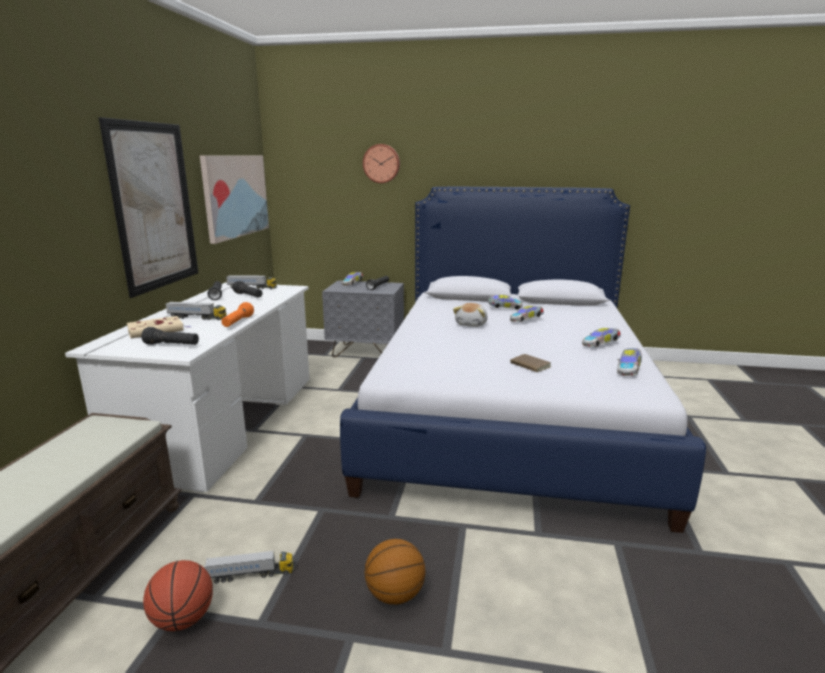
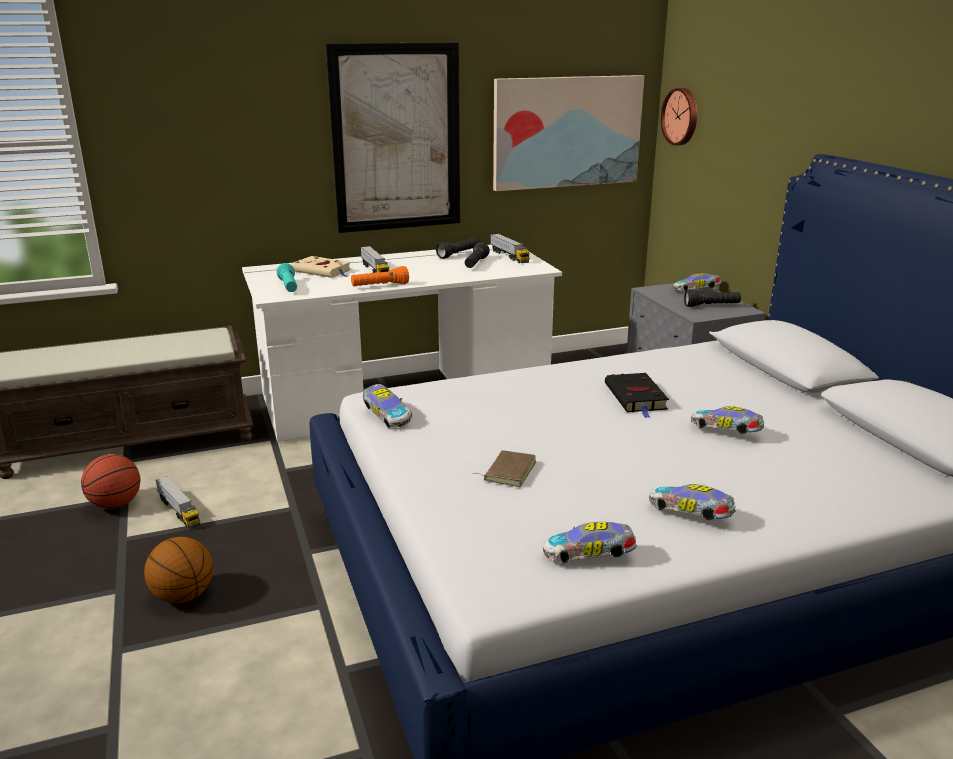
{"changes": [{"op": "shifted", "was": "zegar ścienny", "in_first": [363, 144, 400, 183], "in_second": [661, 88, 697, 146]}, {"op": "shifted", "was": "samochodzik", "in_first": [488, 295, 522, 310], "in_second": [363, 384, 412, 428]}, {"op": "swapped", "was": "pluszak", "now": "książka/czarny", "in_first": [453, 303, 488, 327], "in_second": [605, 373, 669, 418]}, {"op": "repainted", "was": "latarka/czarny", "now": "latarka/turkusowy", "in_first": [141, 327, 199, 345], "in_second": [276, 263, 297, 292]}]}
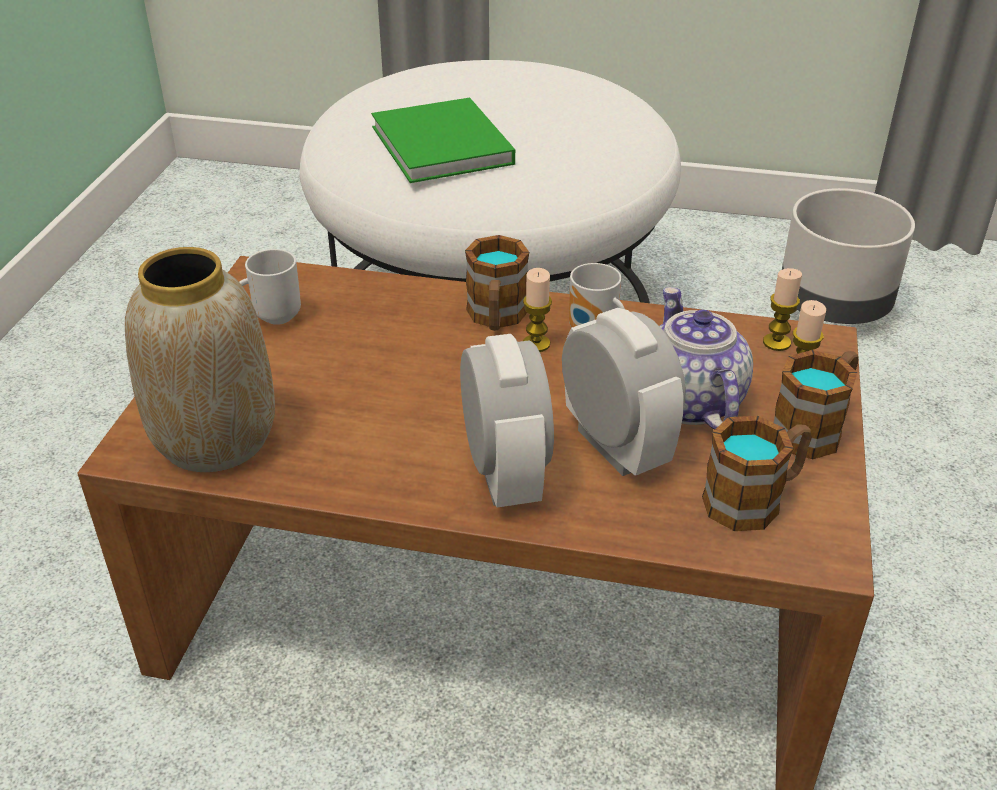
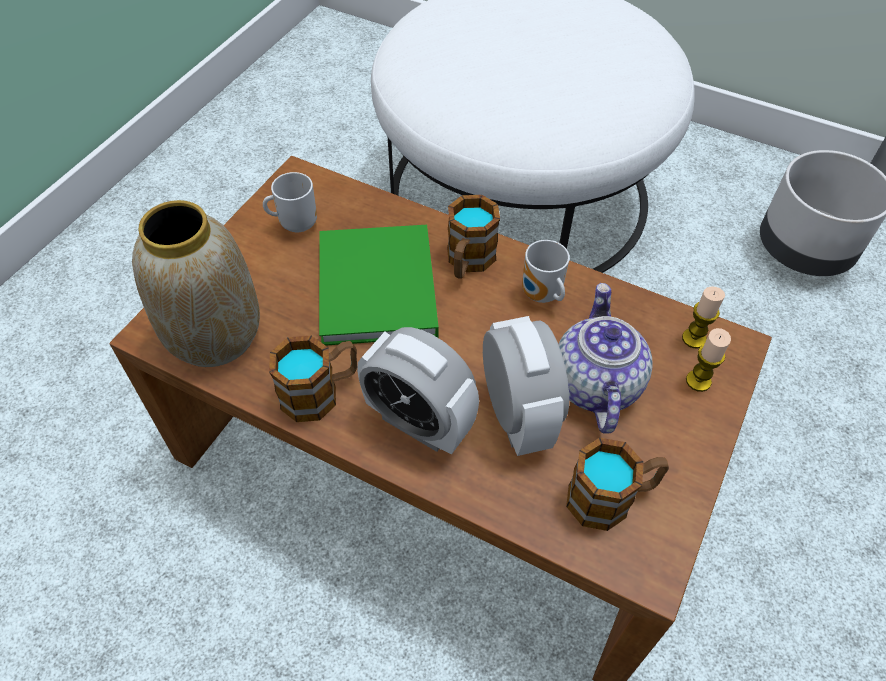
{"changes": [{"op": "shifted", "was": "książka/zielony", "in_first": [371, 98, 515, 183], "in_second": [319, 225, 439, 346]}, {"op": "gone", "was": "świeca", "in_first": [523, 268, 552, 352]}, {"op": "rotated", "was": "budzik", "in_first": [460, 334, 554, 508], "in_second": [357, 327, 479, 455], "clockwise": 120}, {"op": "shifted", "was": "kubek", "in_first": [774, 350, 858, 459], "in_second": [269, 336, 357, 422]}]}
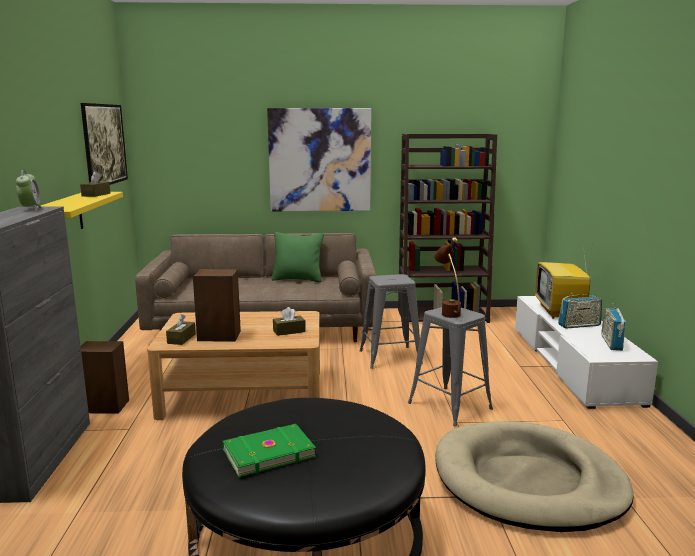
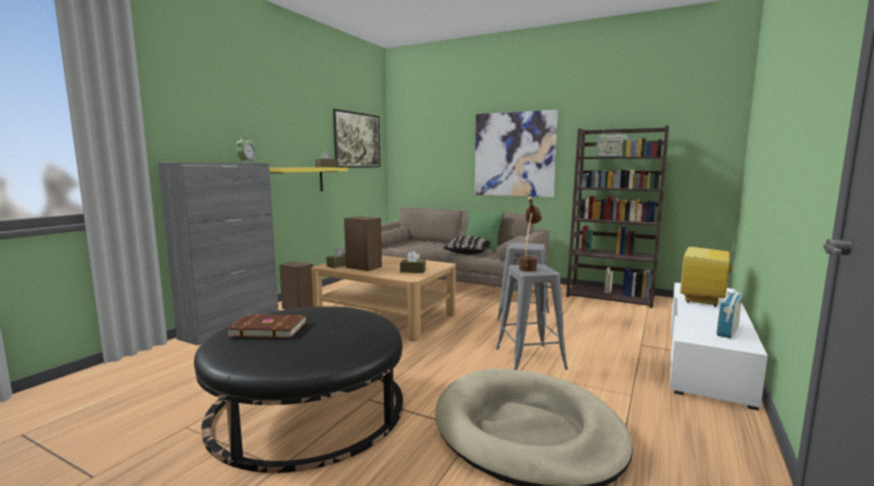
{"changes": [{"op": "shifted", "was": "radio", "in_first": [558, 293, 602, 329], "in_second": [595, 131, 630, 157]}, {"op": "repainted", "was": "książka/zielony", "now": "książka/brązowy", "in_first": [222, 424, 316, 477], "in_second": [227, 314, 307, 338]}, {"op": "new", "now": "poduszka/czarny", "in_second": [443, 236, 490, 255]}]}
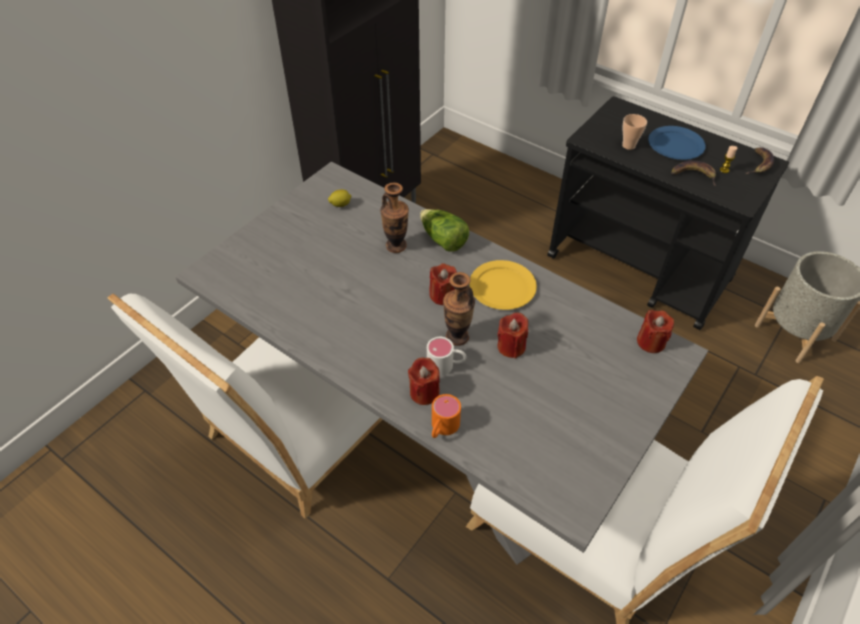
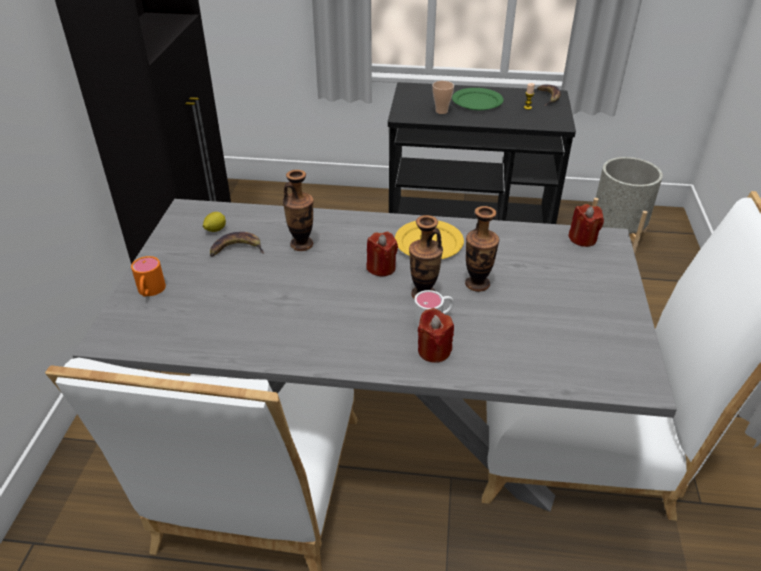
{"changes": [{"op": "repainted", "was": "talerz/niebieski", "now": "talerz/zielony", "in_first": [648, 126, 706, 160], "in_second": [452, 88, 504, 110]}, {"op": "shifted", "was": "banan", "in_first": [671, 160, 716, 186], "in_second": [210, 232, 264, 256]}, {"op": "gone", "was": "sałata", "in_first": [420, 209, 469, 252]}, {"op": "swapped", "was": "świeca/czerwony", "now": "wazon", "in_first": [498, 312, 528, 359], "in_second": [465, 206, 499, 292]}, {"op": "shifted", "was": "kubek/pomarańczowy", "in_first": [432, 394, 461, 438], "in_second": [131, 256, 166, 297]}]}
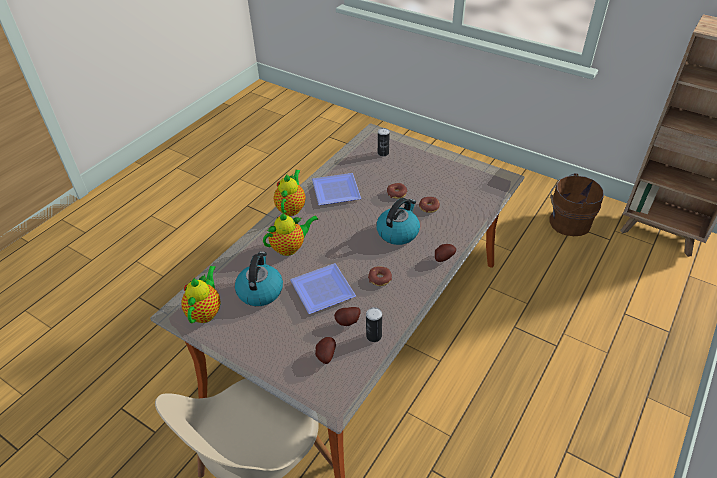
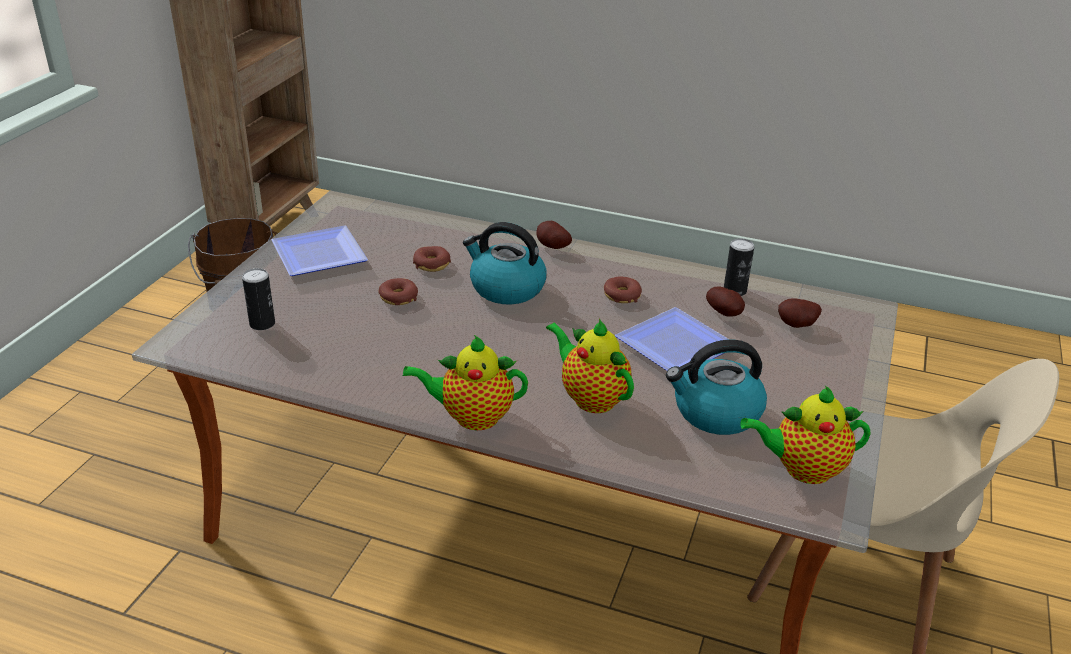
{"changes": [{"op": "shifted", "was": "talerz", "in_first": [312, 173, 361, 205], "in_second": [272, 226, 368, 276]}]}
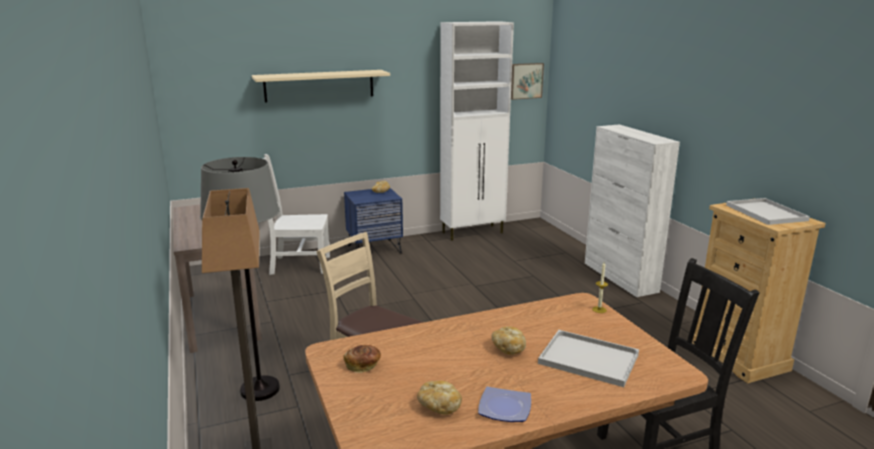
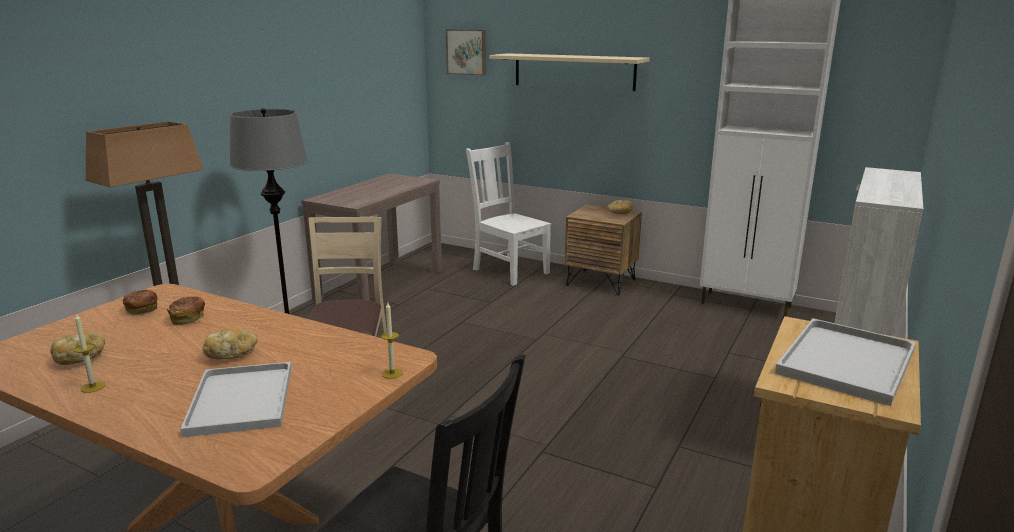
{"changes": [{"op": "shifted", "was": "obraz", "in_first": [511, 63, 544, 100], "in_second": [446, 29, 486, 75]}, {"op": "repainted", "was": "szafka nocna/niebieski", "now": "szafka nocna/brązowy", "in_first": [344, 188, 403, 254], "in_second": [565, 204, 642, 295]}, {"op": "swapped", "was": "talerz", "now": "świeca", "in_first": [478, 386, 531, 422], "in_second": [73, 314, 105, 393]}, {"op": "new", "now": "chleb", "in_second": [167, 296, 205, 325]}]}
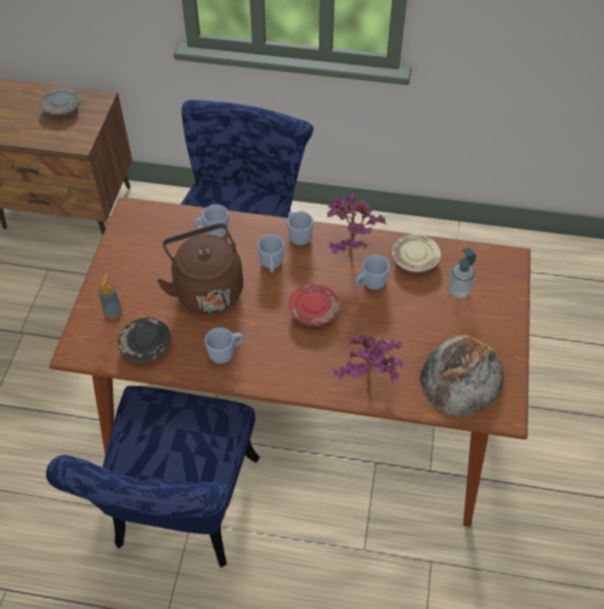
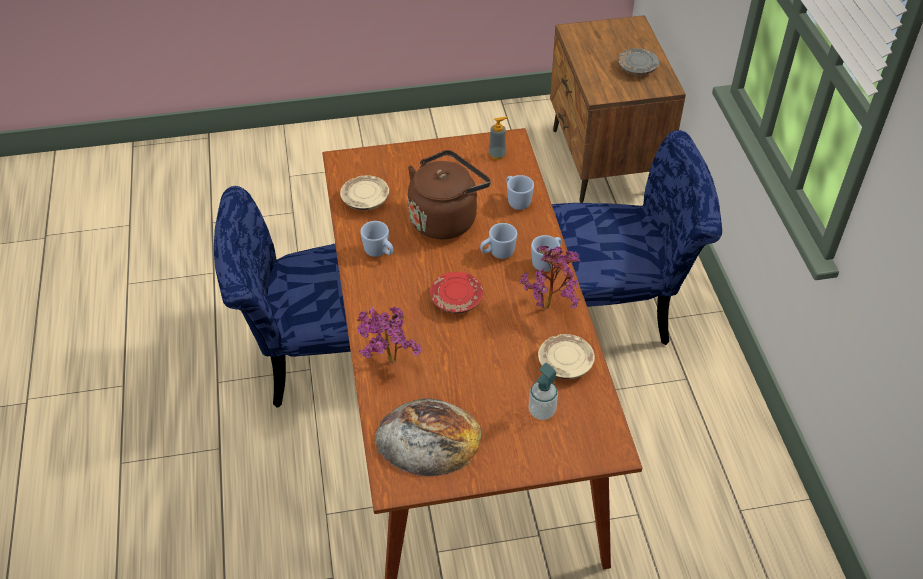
{"changes": [{"op": "gone", "was": "kubek/niebieski", "in_first": [355, 255, 390, 290]}, {"op": "shifted", "was": "dozownik mydła", "in_first": [99, 273, 122, 319], "in_second": [489, 117, 508, 160]}, {"op": "repainted", "was": "talerz/czarny", "now": "talerz/beżowy", "in_first": [118, 318, 171, 362], "in_second": [340, 175, 389, 210]}]}
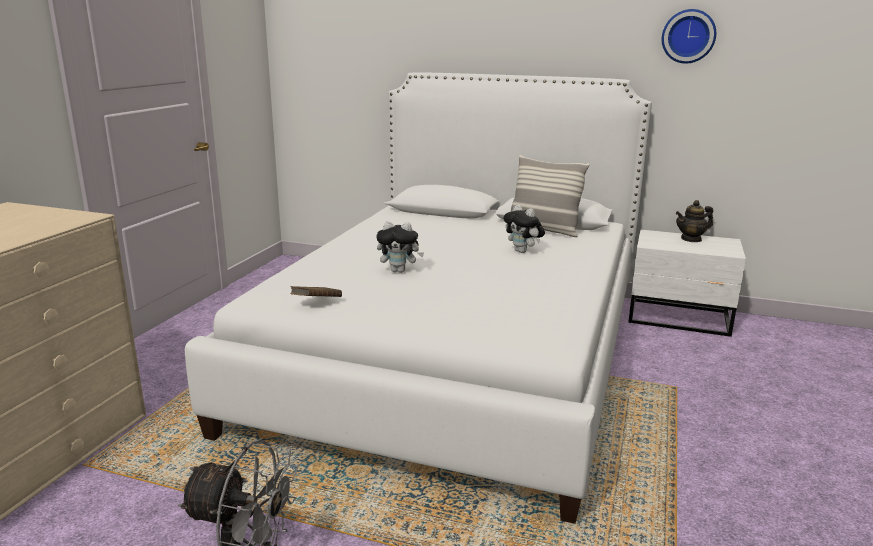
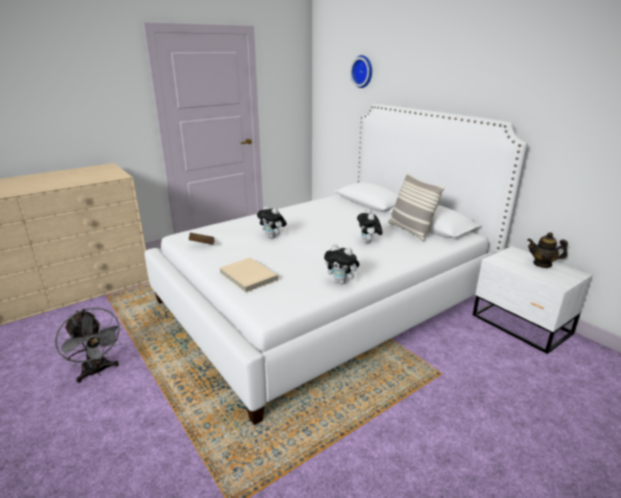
{"changes": [{"op": "shifted", "was": "zegar ścienny", "in_first": [662, 9, 716, 64], "in_second": [350, 55, 372, 88]}, {"op": "new", "now": "pluszak", "in_second": [324, 244, 360, 284]}, {"op": "new", "now": "książka/beżowy", "in_second": [220, 258, 279, 292]}]}
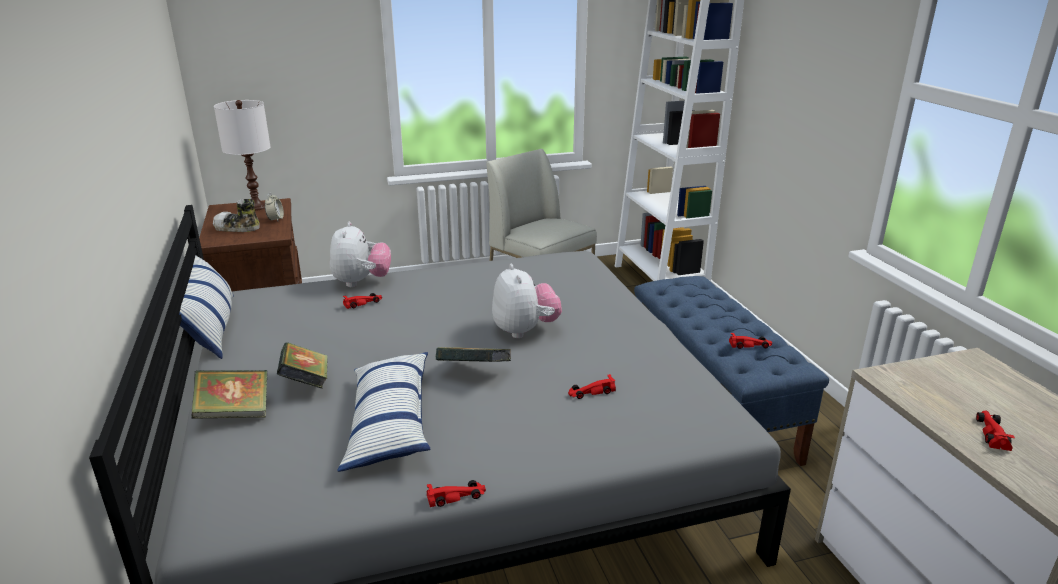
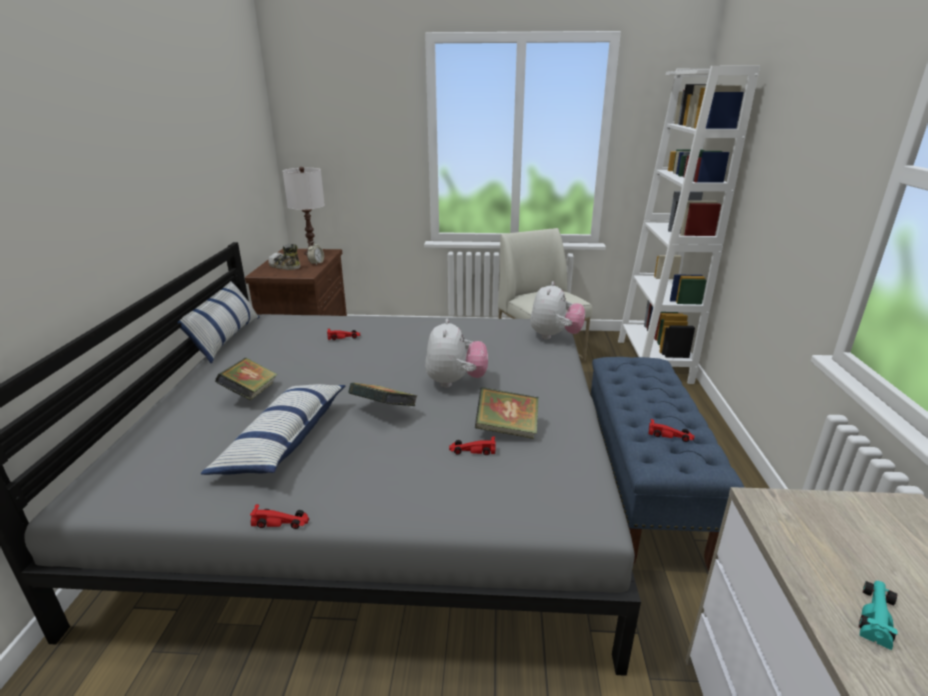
{"changes": [{"op": "shifted", "was": "pluszak", "in_first": [330, 221, 391, 287], "in_second": [530, 281, 585, 340]}, {"op": "shifted", "was": "książka", "in_first": [192, 370, 267, 419], "in_second": [475, 387, 539, 439]}, {"op": "repainted", "was": "samochodzik/czerwony", "now": "samochodzik/turkusowy", "in_first": [976, 411, 1015, 451], "in_second": [859, 581, 898, 650]}]}
